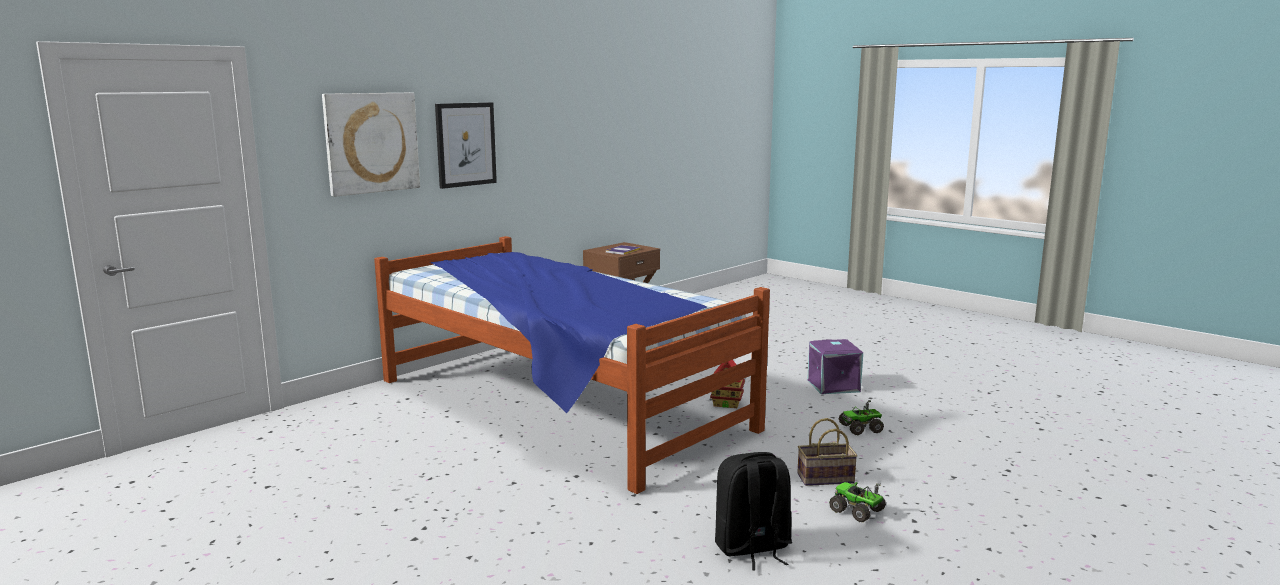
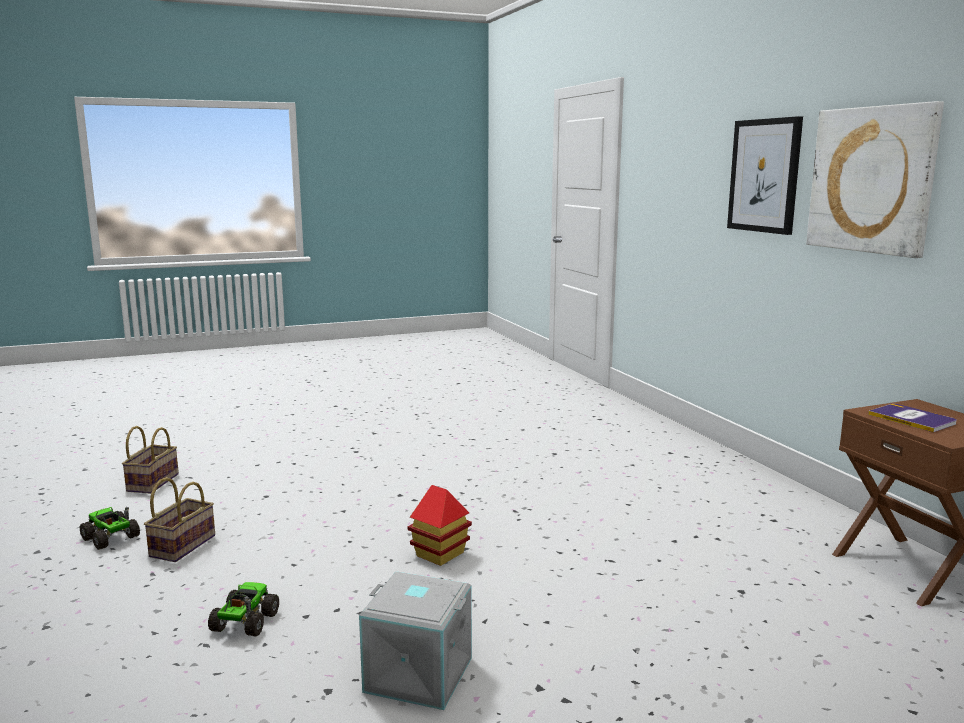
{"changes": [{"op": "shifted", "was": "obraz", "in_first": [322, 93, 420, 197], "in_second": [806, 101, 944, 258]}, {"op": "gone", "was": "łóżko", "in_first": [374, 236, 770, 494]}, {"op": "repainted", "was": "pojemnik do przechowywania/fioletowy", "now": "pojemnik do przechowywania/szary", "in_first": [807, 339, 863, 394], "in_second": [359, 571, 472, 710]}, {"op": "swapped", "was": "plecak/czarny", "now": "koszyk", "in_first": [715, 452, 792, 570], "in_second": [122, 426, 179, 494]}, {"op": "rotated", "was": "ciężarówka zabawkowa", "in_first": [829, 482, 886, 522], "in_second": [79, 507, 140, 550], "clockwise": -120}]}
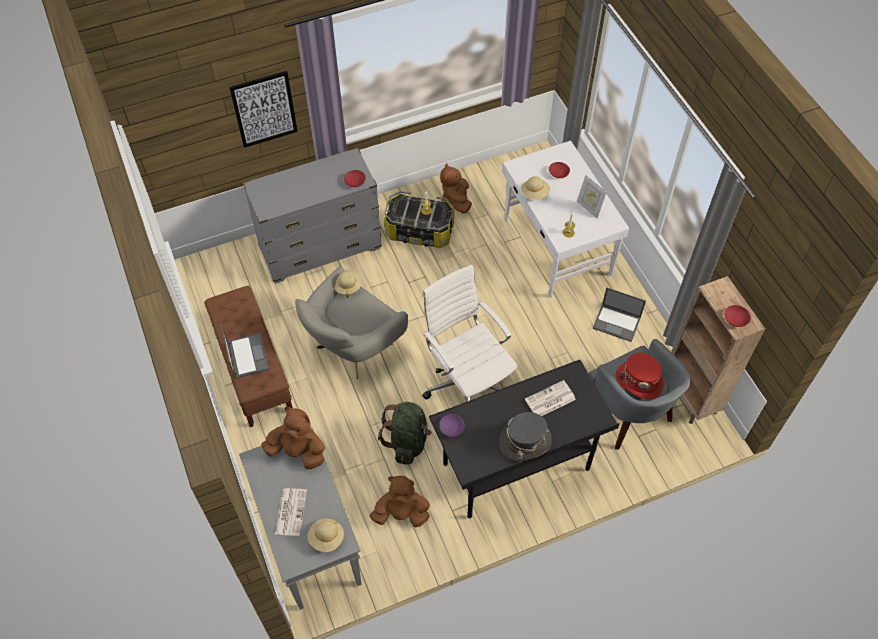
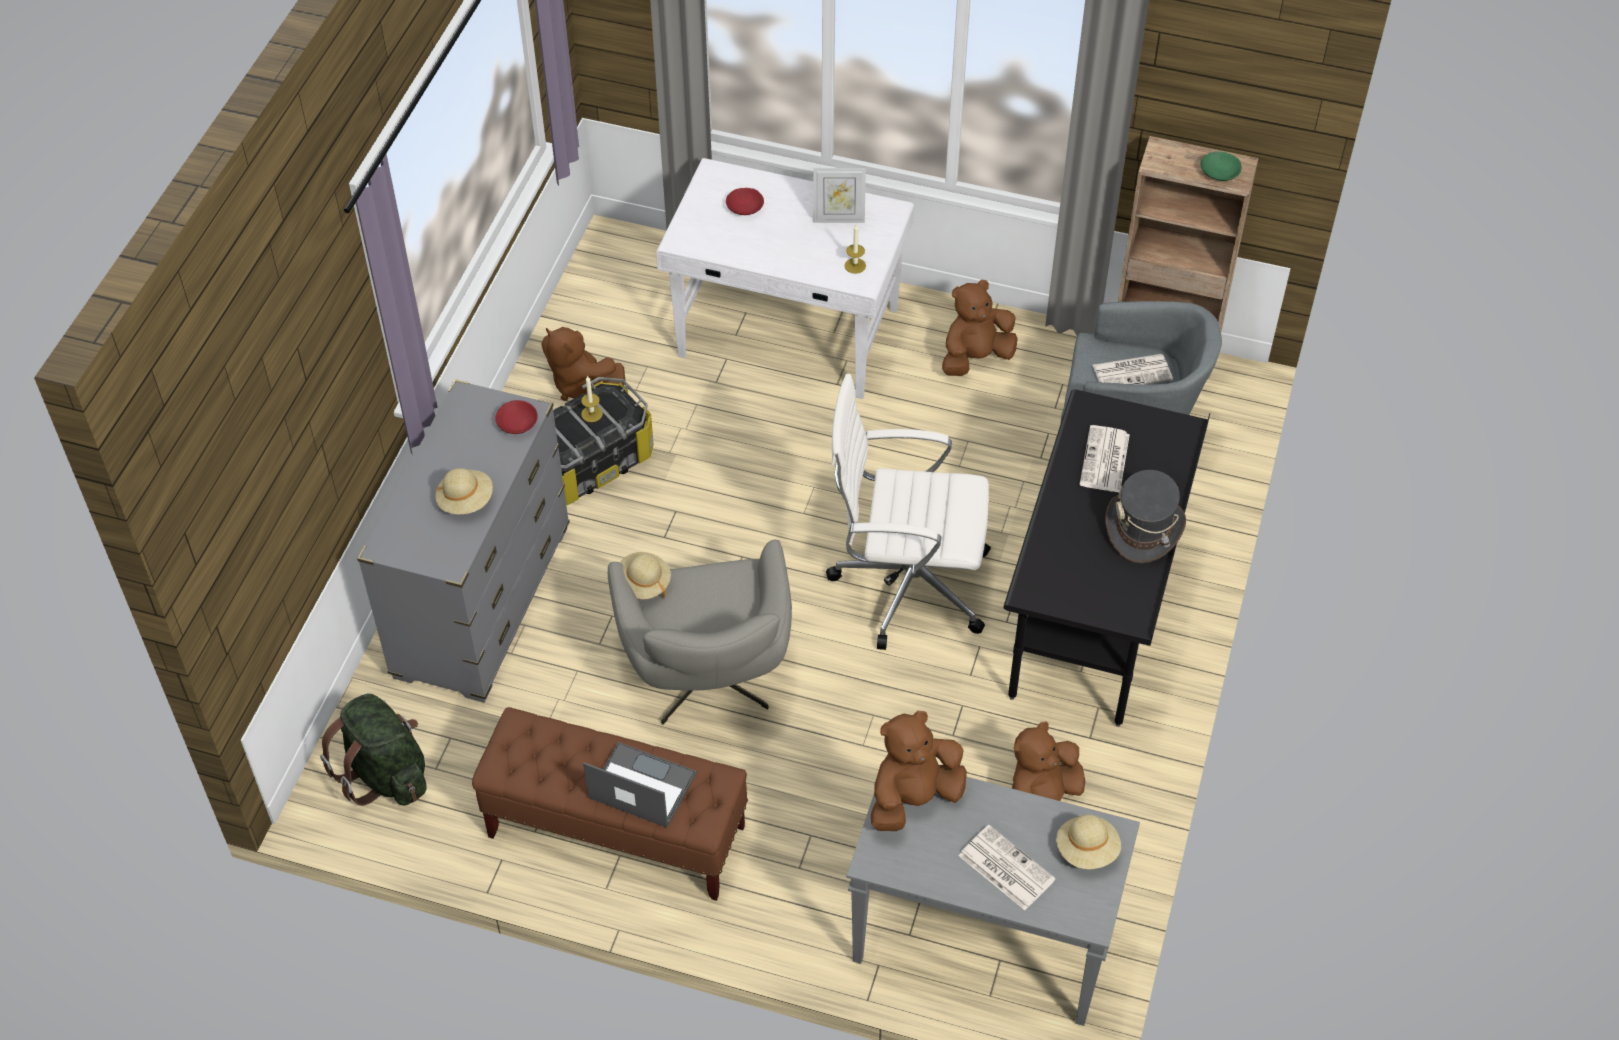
{"changes": [{"op": "gone", "was": "obraz", "in_first": [229, 71, 298, 148]}, {"op": "shifted", "was": "kapelusz/beżowy", "in_first": [521, 176, 550, 200], "in_second": [436, 468, 493, 514]}, {"op": "swapped", "was": "laptop", "now": "pluszak/brązowy", "in_first": [592, 287, 646, 342], "in_second": [942, 280, 1018, 376]}, {"op": "repainted", "was": "miska/czerwony", "now": "miska/zielony", "in_first": [725, 305, 751, 327], "in_second": [1200, 151, 1242, 181]}, {"op": "swapped", "was": "kapelusz/czerwony", "now": "gazeta", "in_first": [616, 353, 664, 399], "in_second": [1093, 354, 1173, 385]}, {"op": "shifted", "was": "plecak/zielony", "in_first": [378, 402, 432, 465], "in_second": [320, 693, 427, 806]}, {"op": "gone", "was": "miska/fioletowy", "in_first": [439, 414, 465, 437]}]}
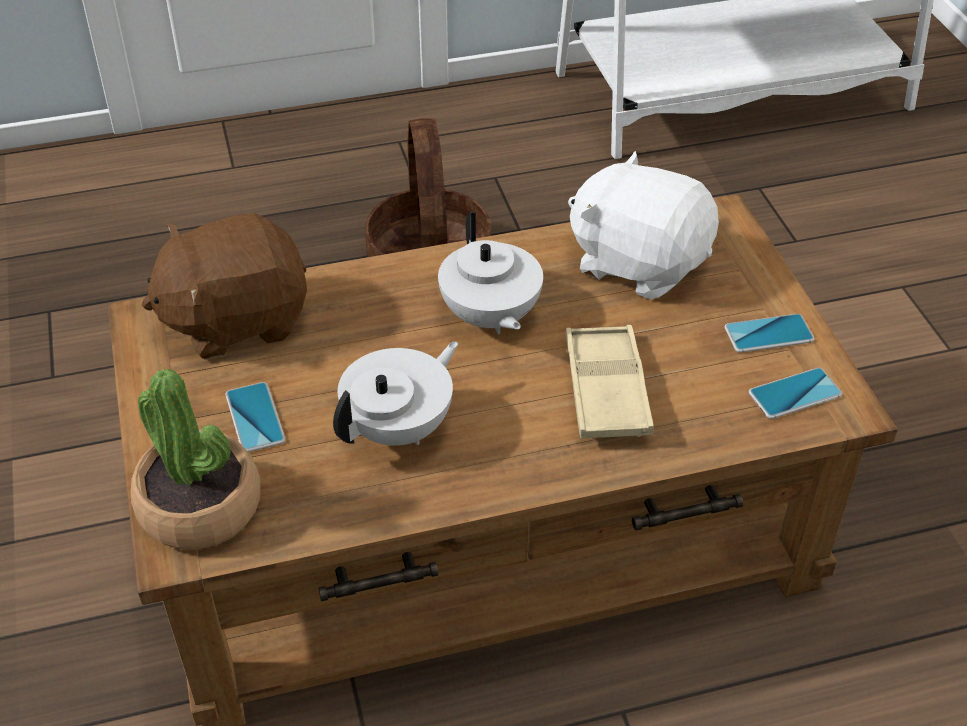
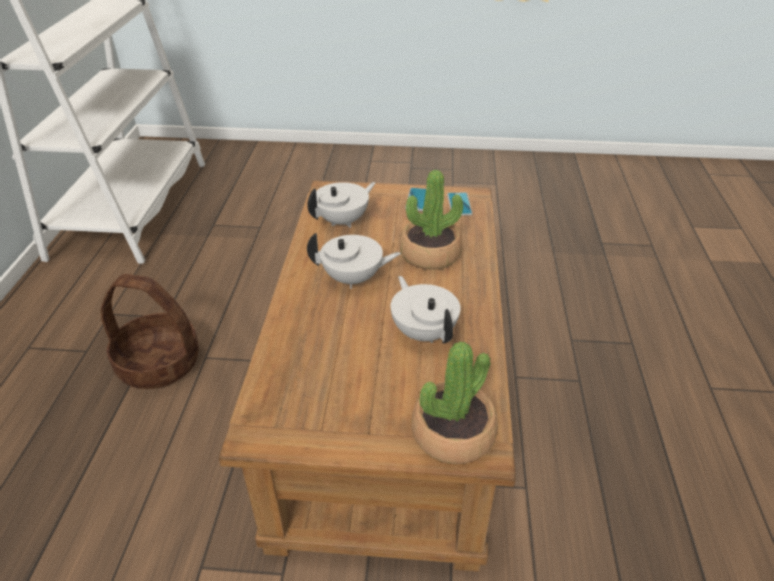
{"changes": [{"op": "swapped", "was": "pluszak/biały", "now": "imbryk/biały", "in_first": [568, 151, 719, 300], "in_second": [307, 182, 375, 228]}, {"op": "gone", "was": "pluszak/brązowy", "in_first": [142, 213, 307, 359]}, {"op": "swapped", "was": "taca/beżowy", "now": "roślina doniczkowa", "in_first": [565, 325, 654, 439], "in_second": [399, 170, 463, 270]}, {"op": "gone", "was": "telefon", "in_first": [225, 382, 286, 452]}]}
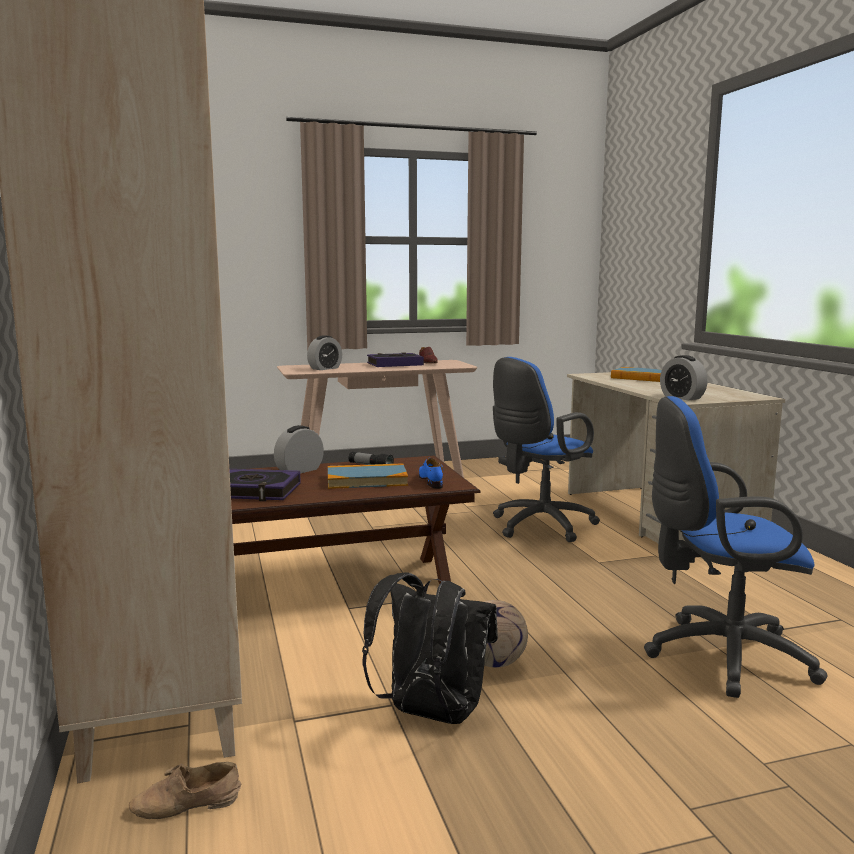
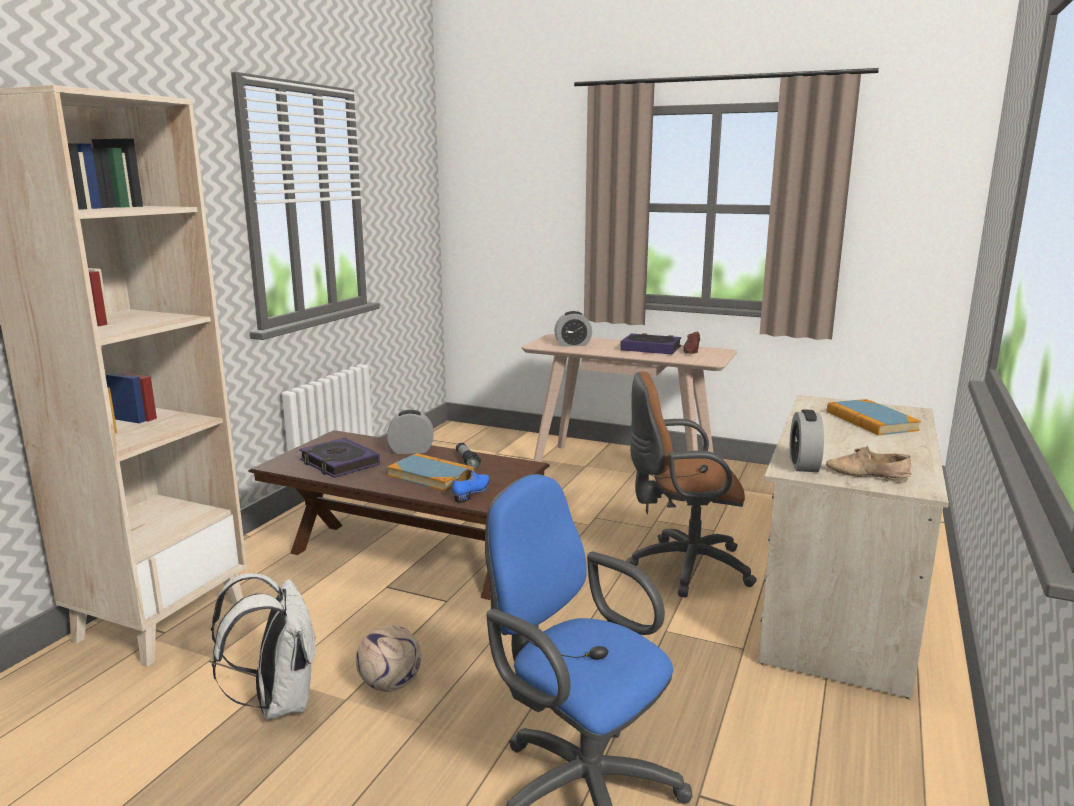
{"changes": [{"op": "repainted", "was": "krzesło biurowe/niebieski", "now": "krzesło biurowe/brązowy", "in_first": [493, 357, 600, 542], "in_second": [626, 371, 757, 597]}, {"op": "repainted", "was": "plecak/czarny", "now": "plecak/biały", "in_first": [362, 572, 498, 724], "in_second": [211, 573, 316, 720]}, {"op": "shifted", "was": "but/beżowy", "in_first": [129, 762, 241, 819], "in_second": [826, 446, 912, 483]}]}
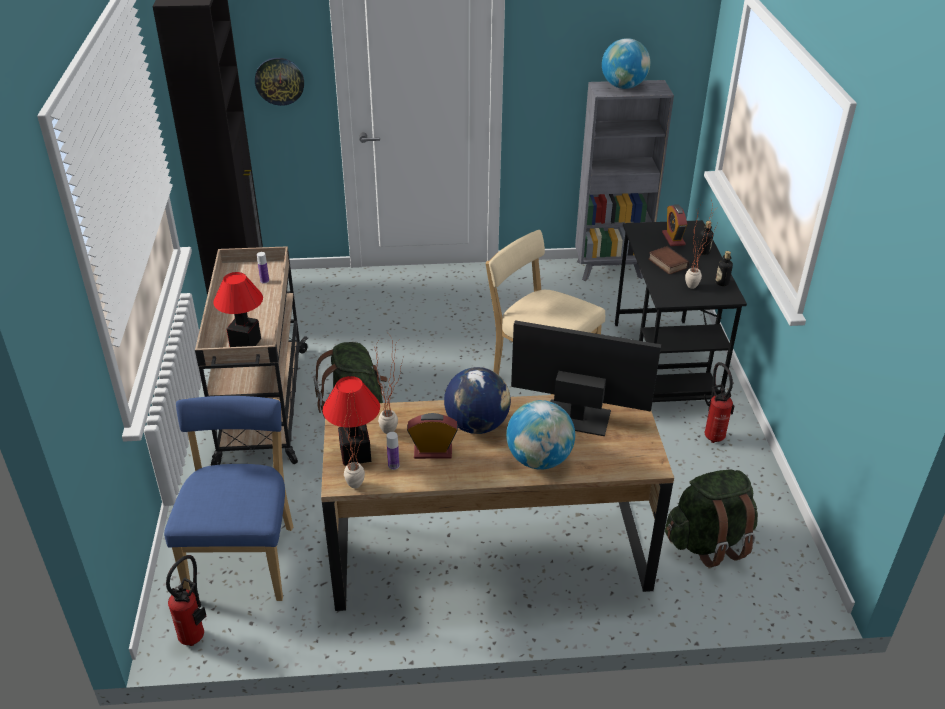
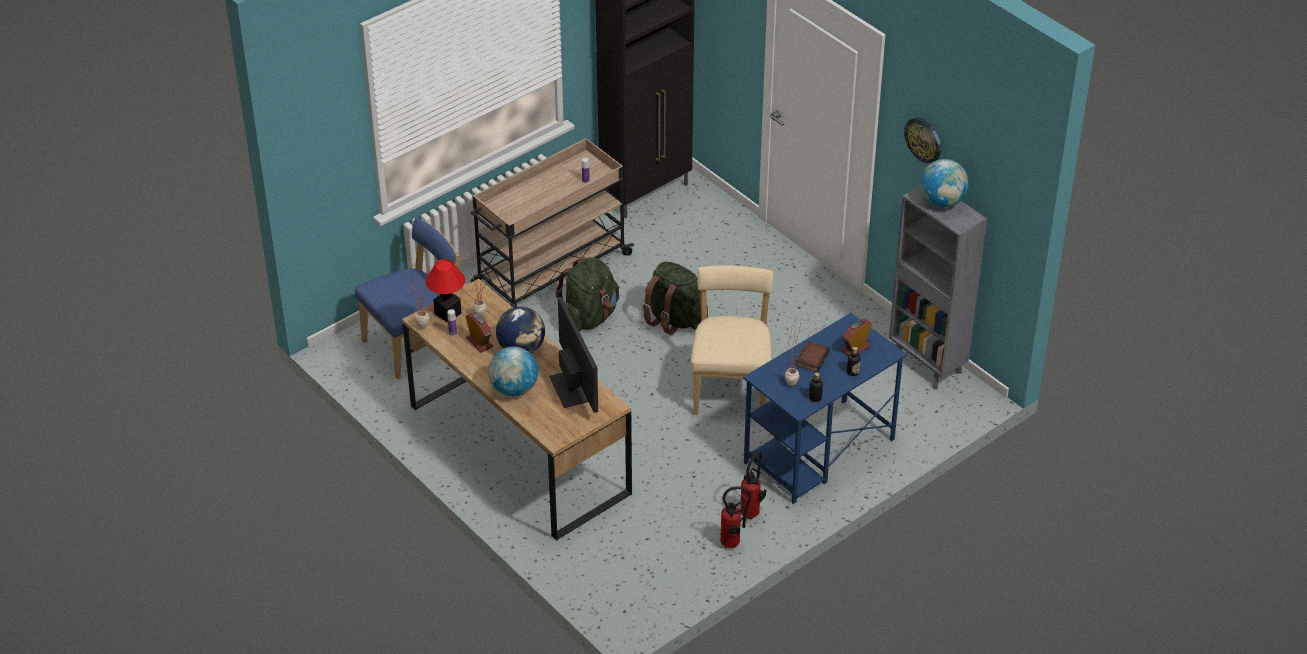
{"changes": [{"op": "shifted", "was": "zegar ścienny", "in_first": [255, 58, 304, 106], "in_second": [904, 118, 941, 164]}, {"op": "repainted", "was": "biurko/czarny", "now": "biurko/niebieski", "in_first": [615, 220, 747, 402], "in_second": [743, 313, 907, 504]}, {"op": "gone", "was": "lampa stołowa", "in_first": [213, 272, 263, 347]}, {"op": "shifted", "was": "plecak/zielony", "in_first": [665, 469, 758, 568], "in_second": [642, 261, 708, 335]}, {"op": "shifted", "was": "gaśnica", "in_first": [166, 555, 206, 646], "in_second": [720, 486, 751, 548]}]}
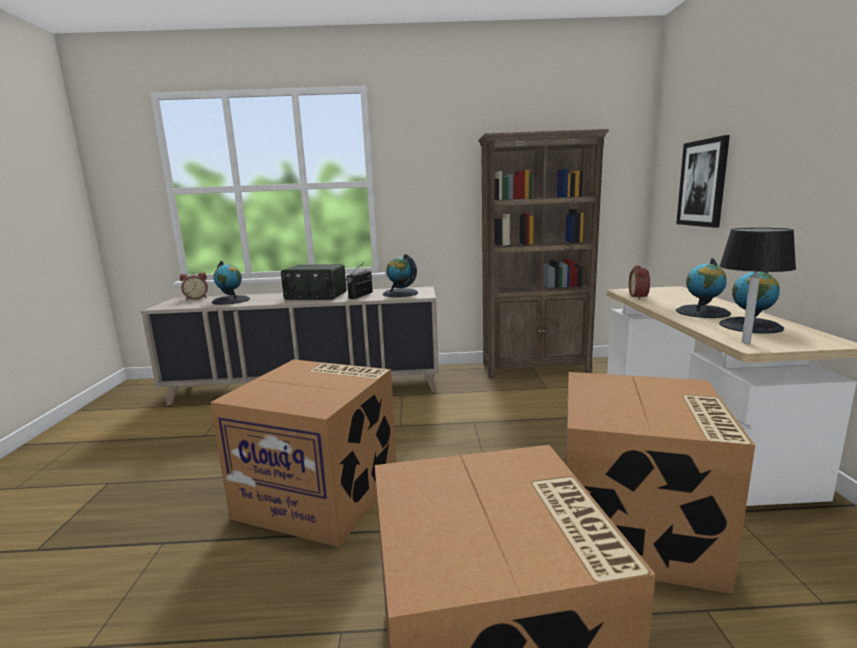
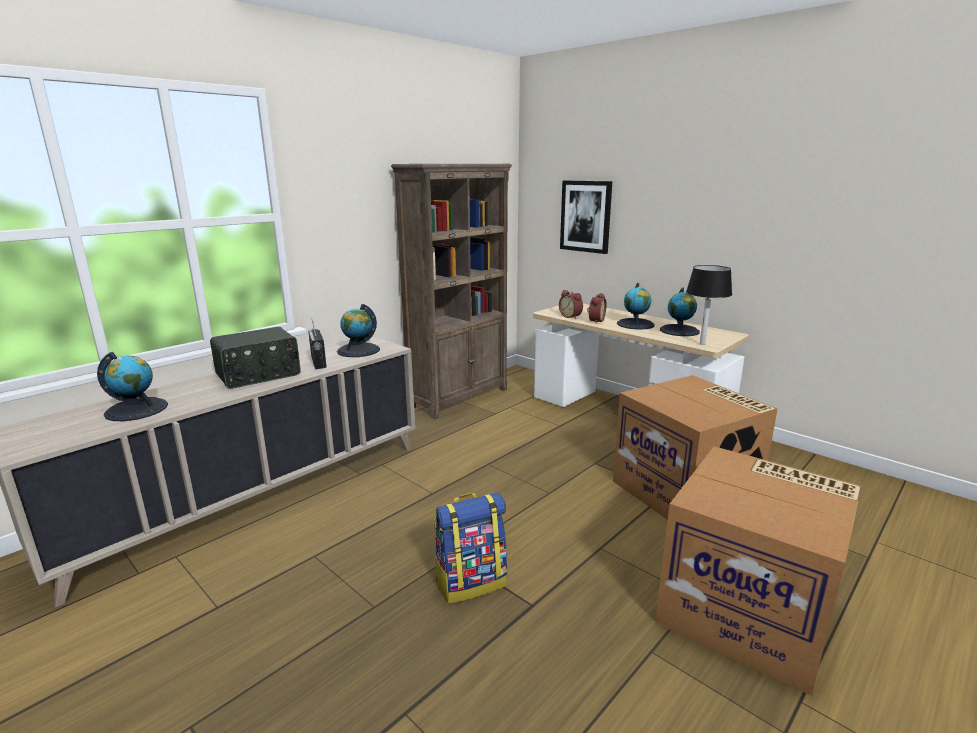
{"changes": [{"op": "shifted", "was": "budzik", "in_first": [180, 273, 208, 300], "in_second": [587, 293, 607, 323]}, {"op": "swapped", "was": "karton", "now": "plecak", "in_first": [210, 360, 397, 547], "in_second": [434, 493, 508, 603]}]}
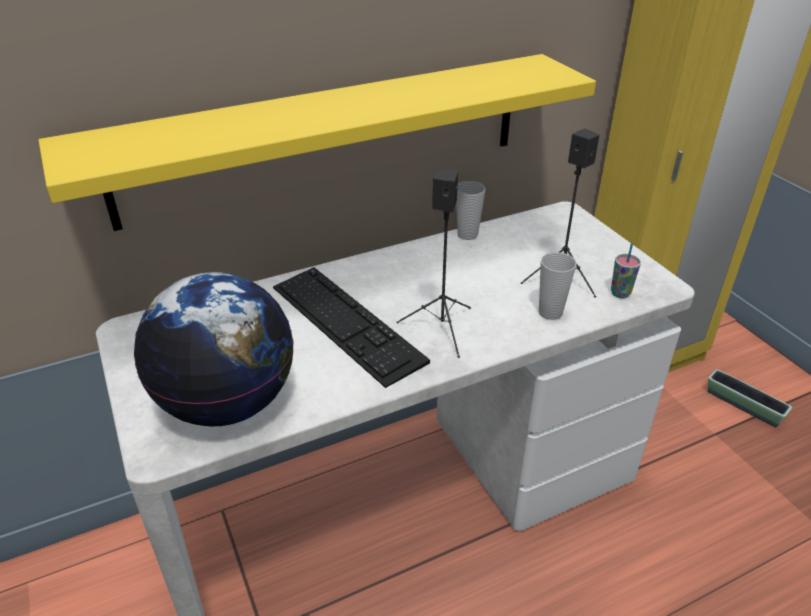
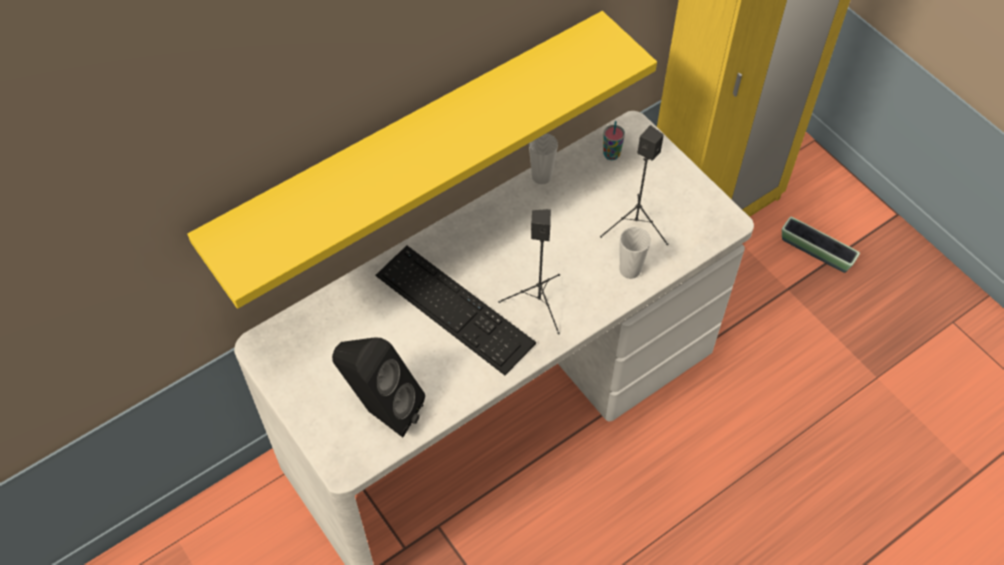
{"changes": [{"op": "shifted", "was": "filiżanka", "in_first": [611, 243, 641, 298], "in_second": [603, 121, 625, 160]}, {"op": "swapped", "was": "globus", "now": "głośnik/czarny", "in_first": [134, 272, 294, 427], "in_second": [332, 337, 425, 437]}]}
